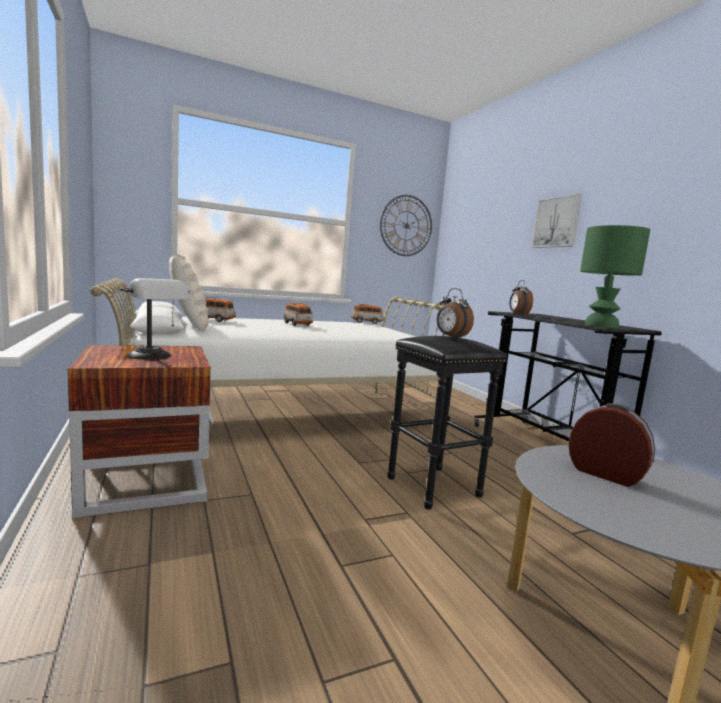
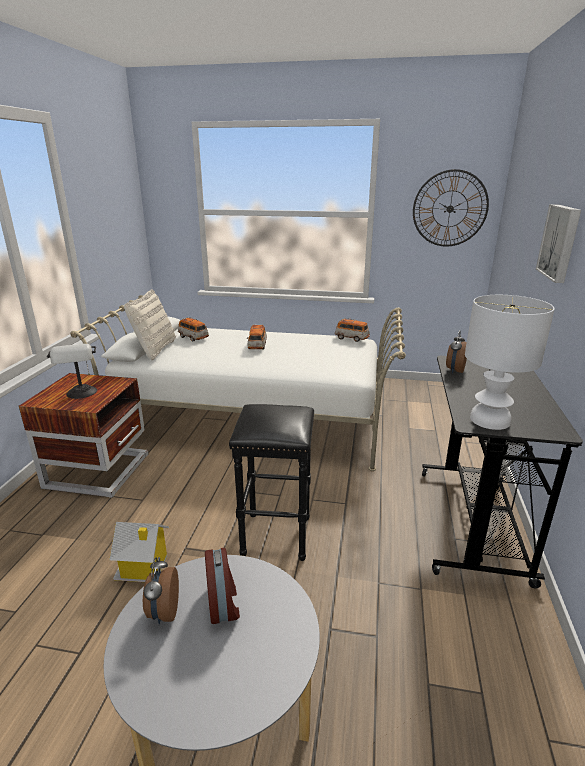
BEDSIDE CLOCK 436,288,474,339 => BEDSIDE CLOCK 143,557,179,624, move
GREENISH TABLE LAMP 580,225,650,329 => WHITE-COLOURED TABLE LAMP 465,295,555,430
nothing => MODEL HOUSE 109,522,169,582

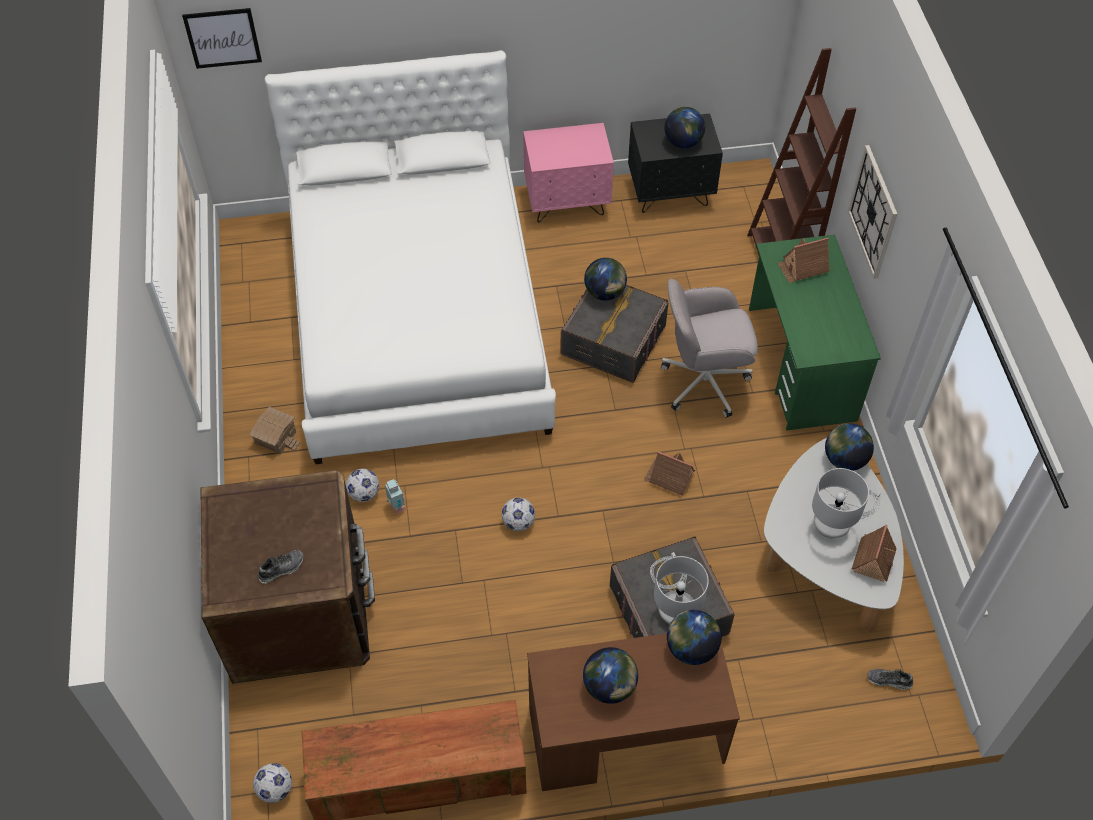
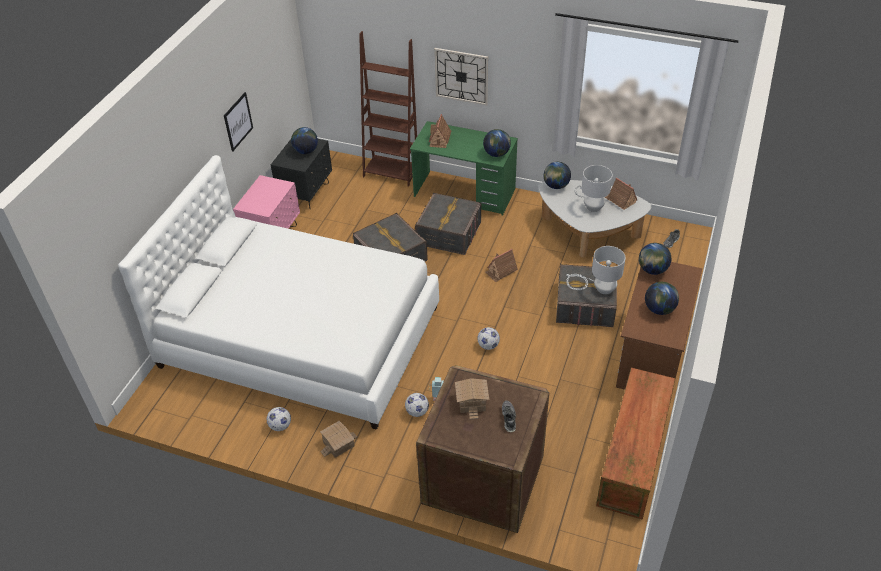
PICTURE 182,8,262,69 => PICTURE 224,92,253,152, move
FOOTBALL BALL 253,763,292,803 => FOOTBALL BALL 266,407,291,431, move
WORLD GLOBE 584,258,627,300 => WORLD GLOBE 483,129,511,157, move
GRAY OFFICE CHAIR 661,279,758,418 => GRAY STORAGE BIN 415,193,481,255
nothing => MODEL HOUSE 455,378,489,419

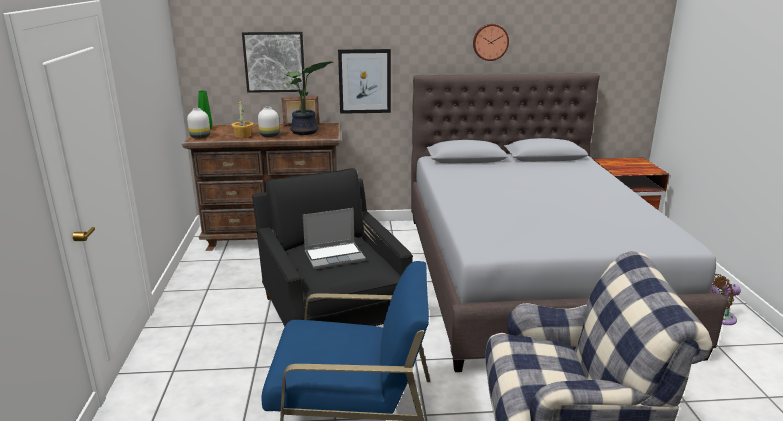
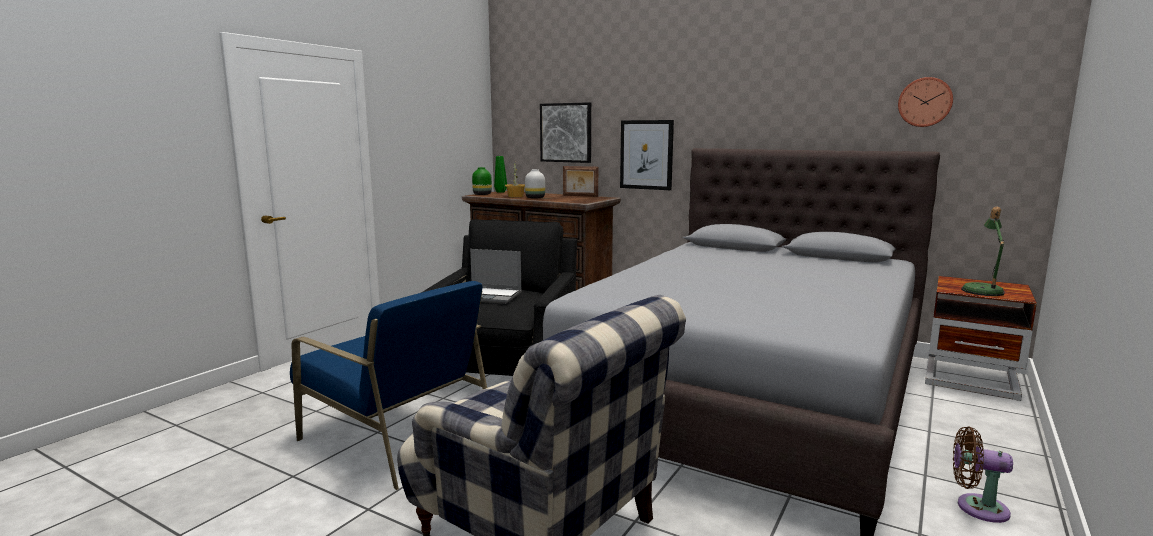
WHITE-COLOURED FLOWER VASE 187,108,210,139 => GREENISH FLOWER VASE 472,167,492,195
PLANT IN A POT 284,61,333,135 => nothing
CLOCK ON THE WALL 473,24,509,61 => CLOCK ON THE WALL 898,77,953,127, move
nothing => TABLE LAMP 961,207,1005,296

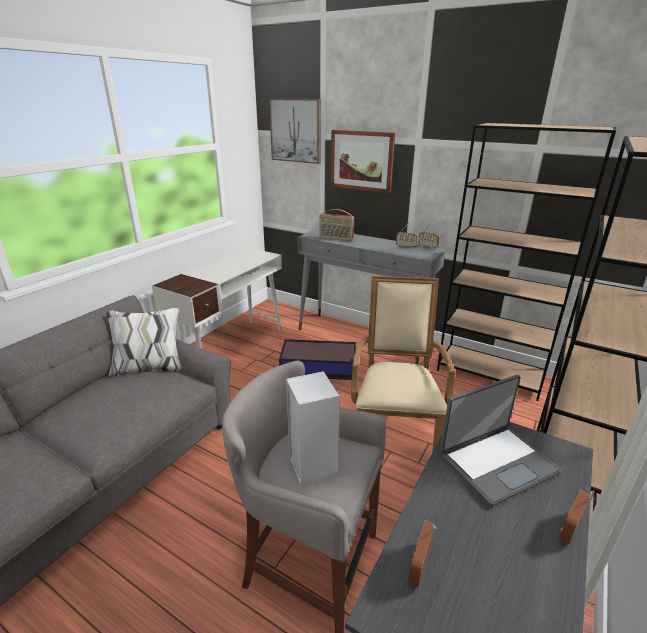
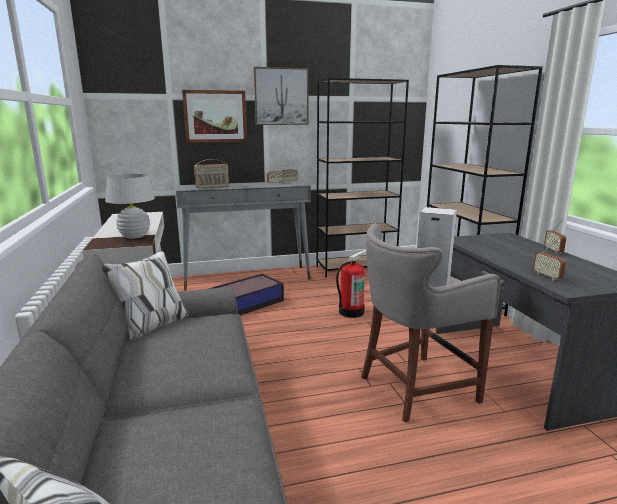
PICTURE 269,99,321,164 => PICTURE 254,67,308,125, move
BEIGE ARMCHAIR 351,276,455,452 => FIRE EXTINGUISHER 336,250,367,318
PORTABLE COMPUTER 440,375,561,507 => nothing
nothing => WHITE-COLOURED TABLE LAMP 105,174,155,239

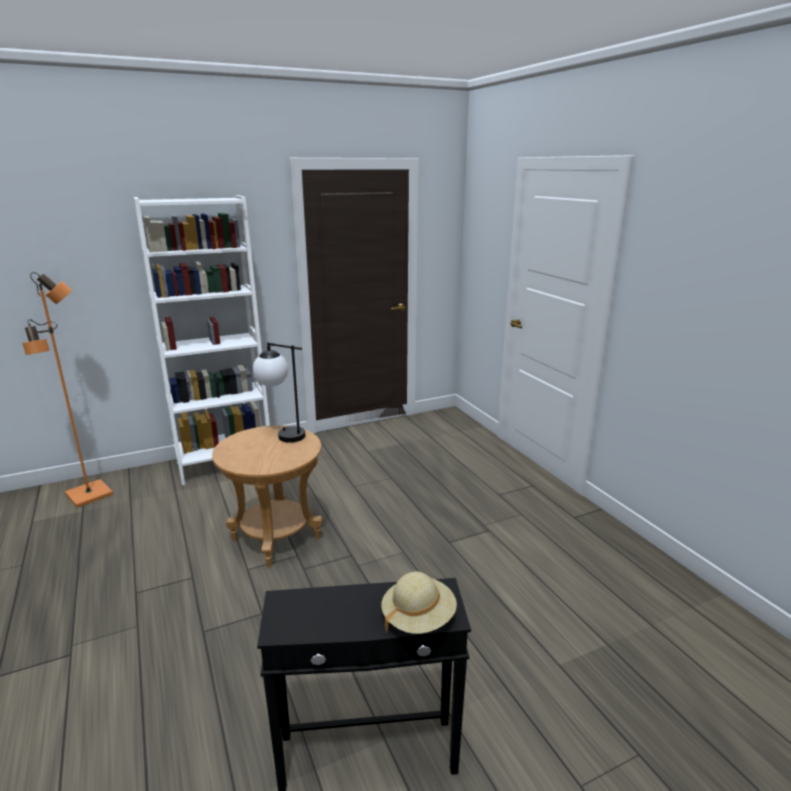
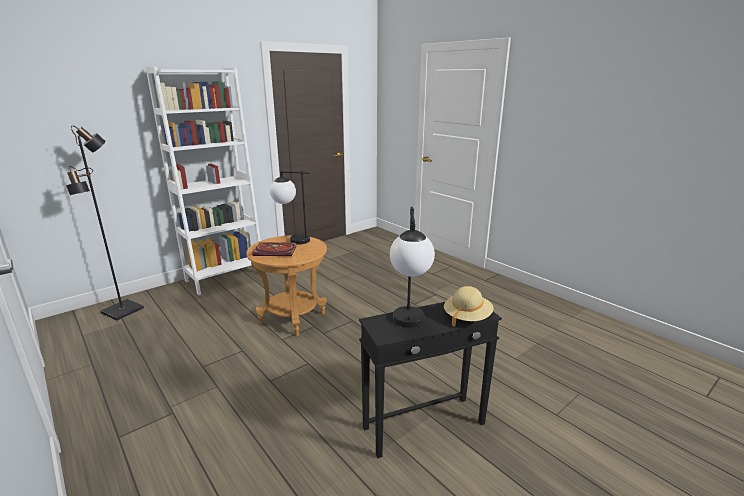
ORANGE-COLOURED FLOOR LAMP 22,272,113,508 => BLACK FLOOR LAMP 66,126,144,321
nothing => BOUND BOOK 252,242,297,256
nothing => TABLE LAMP 390,207,435,328

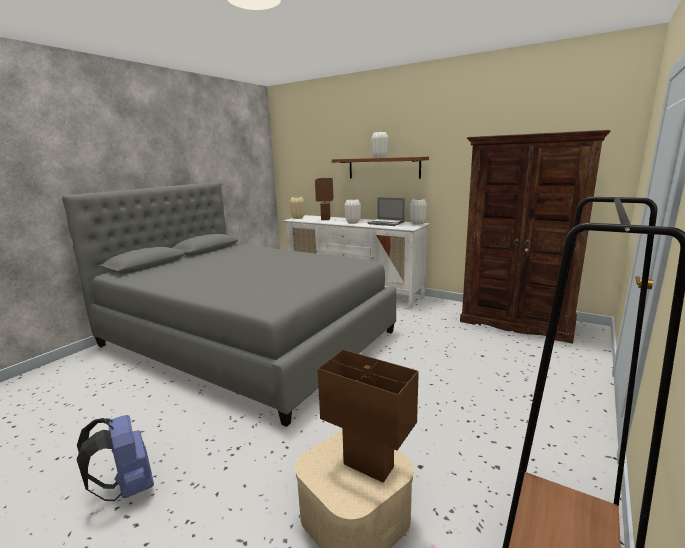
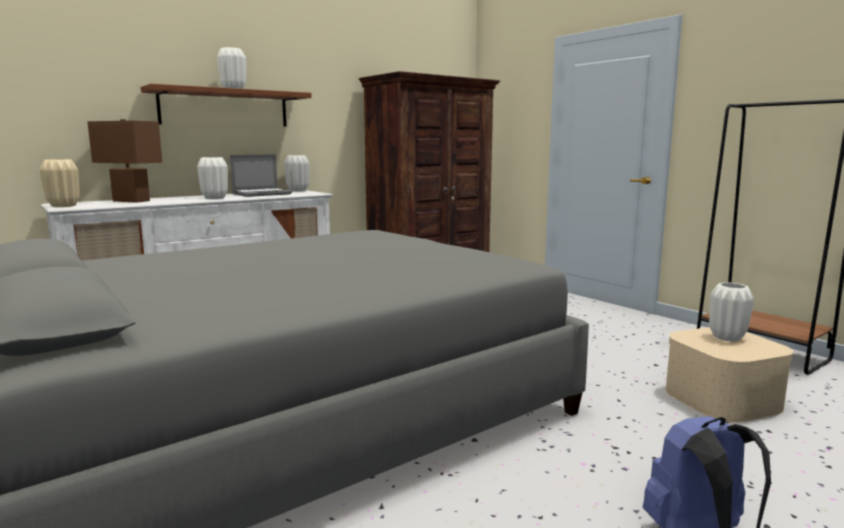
BROWN TABLE LAMP 317,349,419,482 => WHITE-COLOURED FLOWER VASE 709,282,754,342

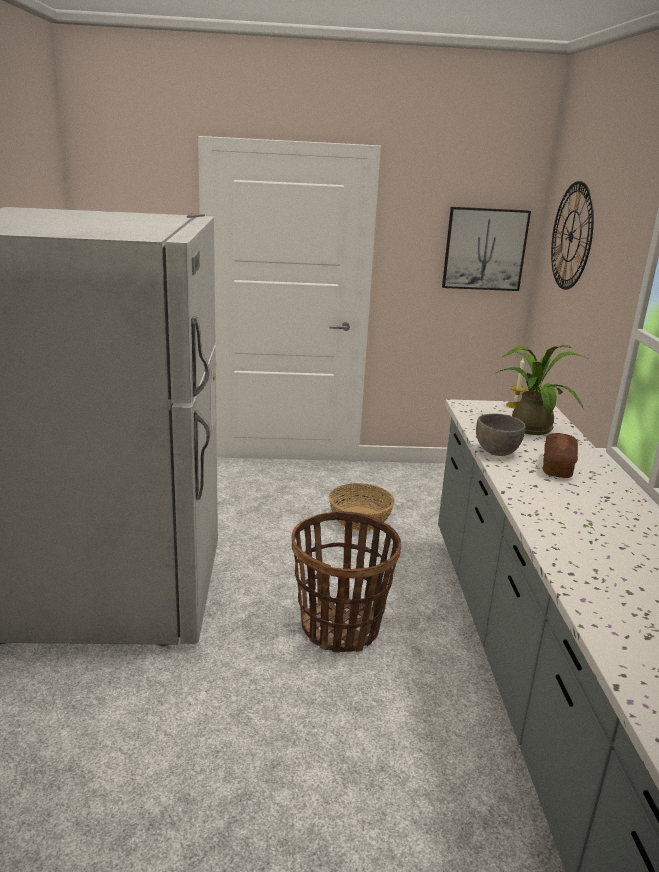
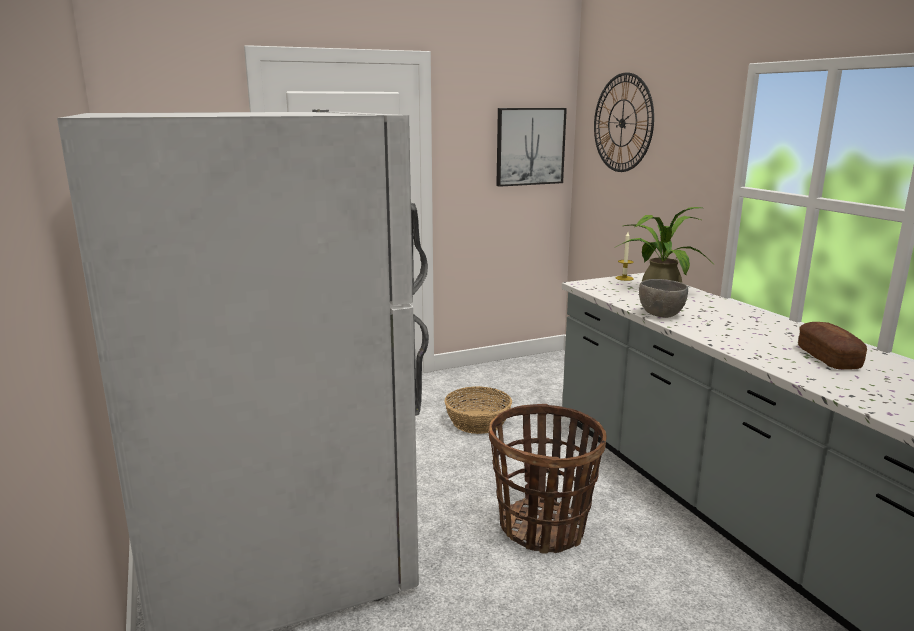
BREAD 543,433,578,478 => BREAD 798,322,867,370, move

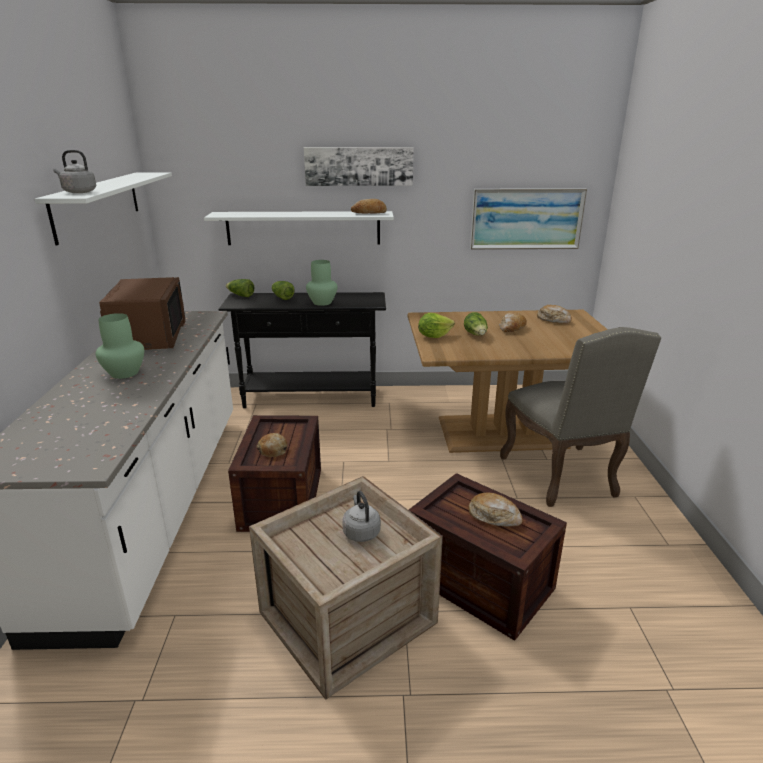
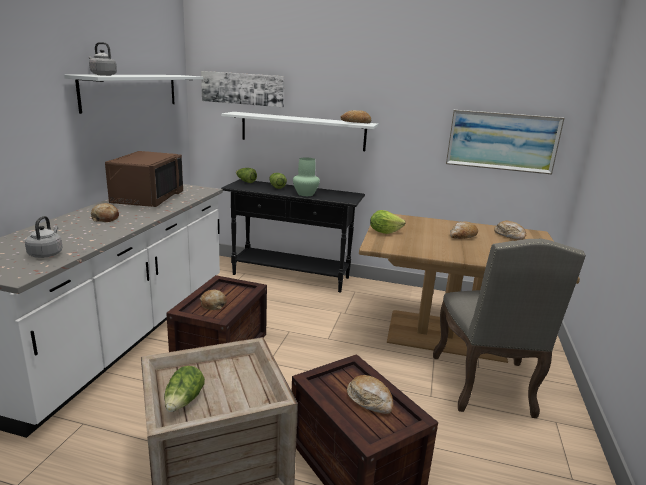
GREENISH FLOWER VASE 96,313,144,379 => BREAD 91,203,119,222
PICTURE 304,147,414,186 => PICTURE 201,71,284,107, move
GRAY KETTLE 342,491,381,542 => GRAY KETTLE 25,216,63,258, move
HEAD OF LETTUCE 464,312,488,335 => HEAD OF LETTUCE 164,366,205,412, move

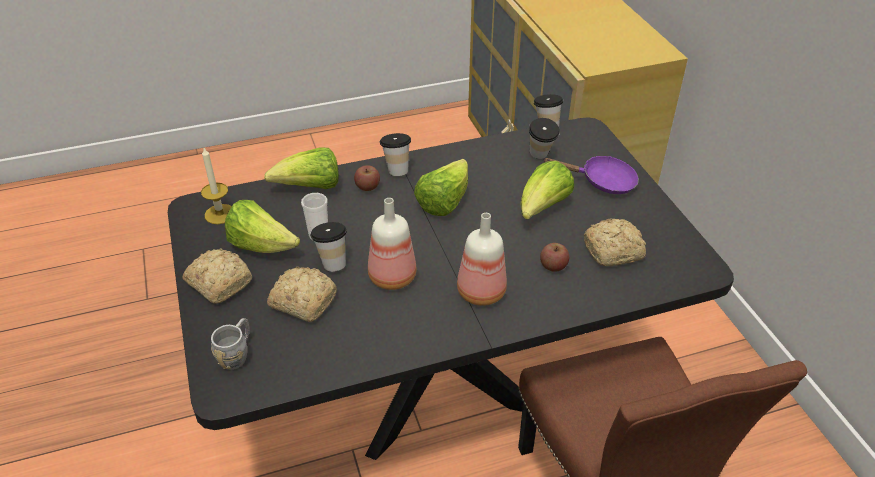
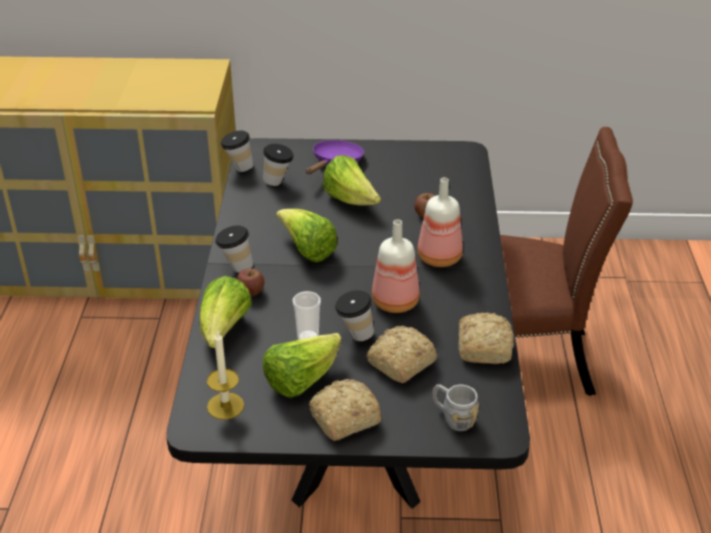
BREAD 584,219,646,266 => BREAD 458,312,514,364, move

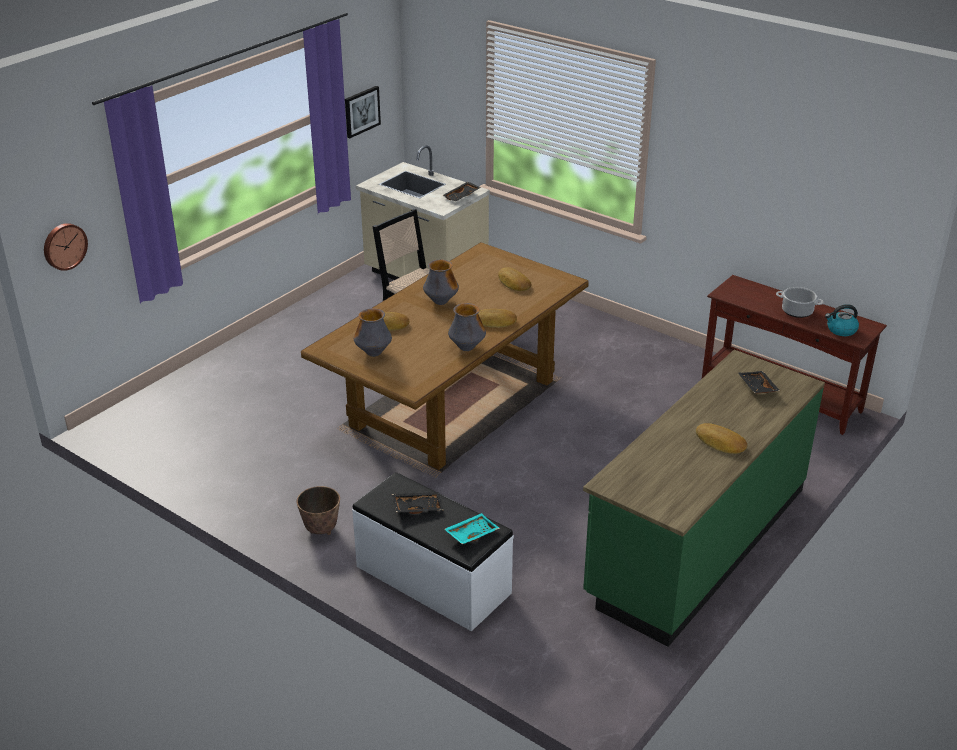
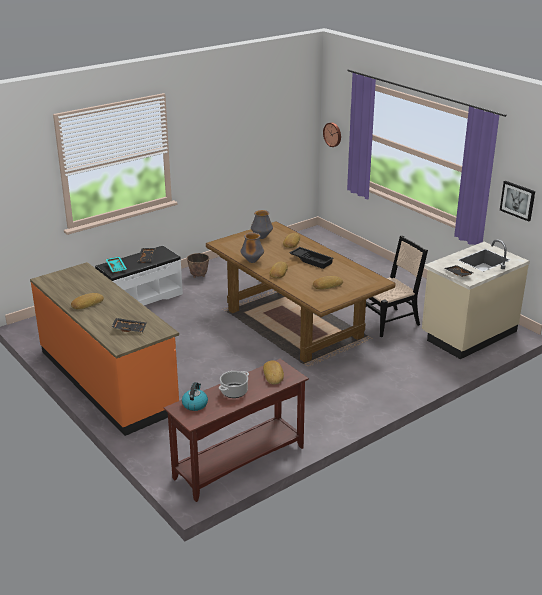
FLOWER VASE 423,259,459,305 => BLACK SERVING TRAY 289,247,334,269
GREENISH KITCHEN BASE UNIT 583,350,825,647 => ORANGE-COLOURED KITCHEN BASE UNIT 30,262,179,436
nothing => BREAD 263,360,284,384

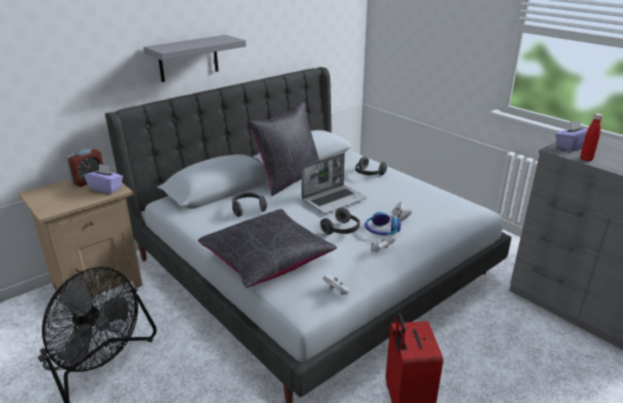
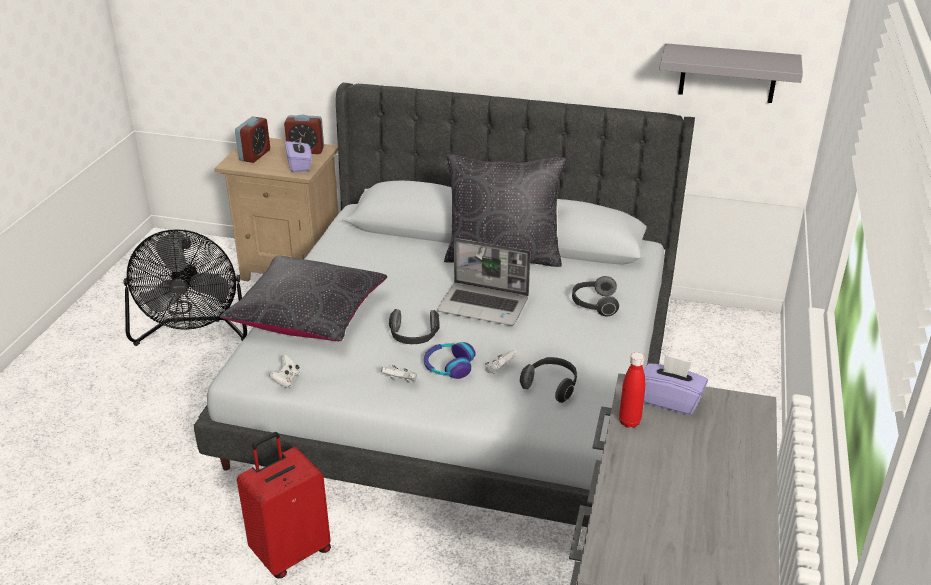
GRAY BRACKET SHELF 143,35,246,82 => GRAY BRACKET SHELF 659,43,803,103, move
HEADPHONES 232,193,267,217 => HEADPHONES 520,357,577,403, move
nothing => BEDSIDE CLOCK 235,116,270,163

